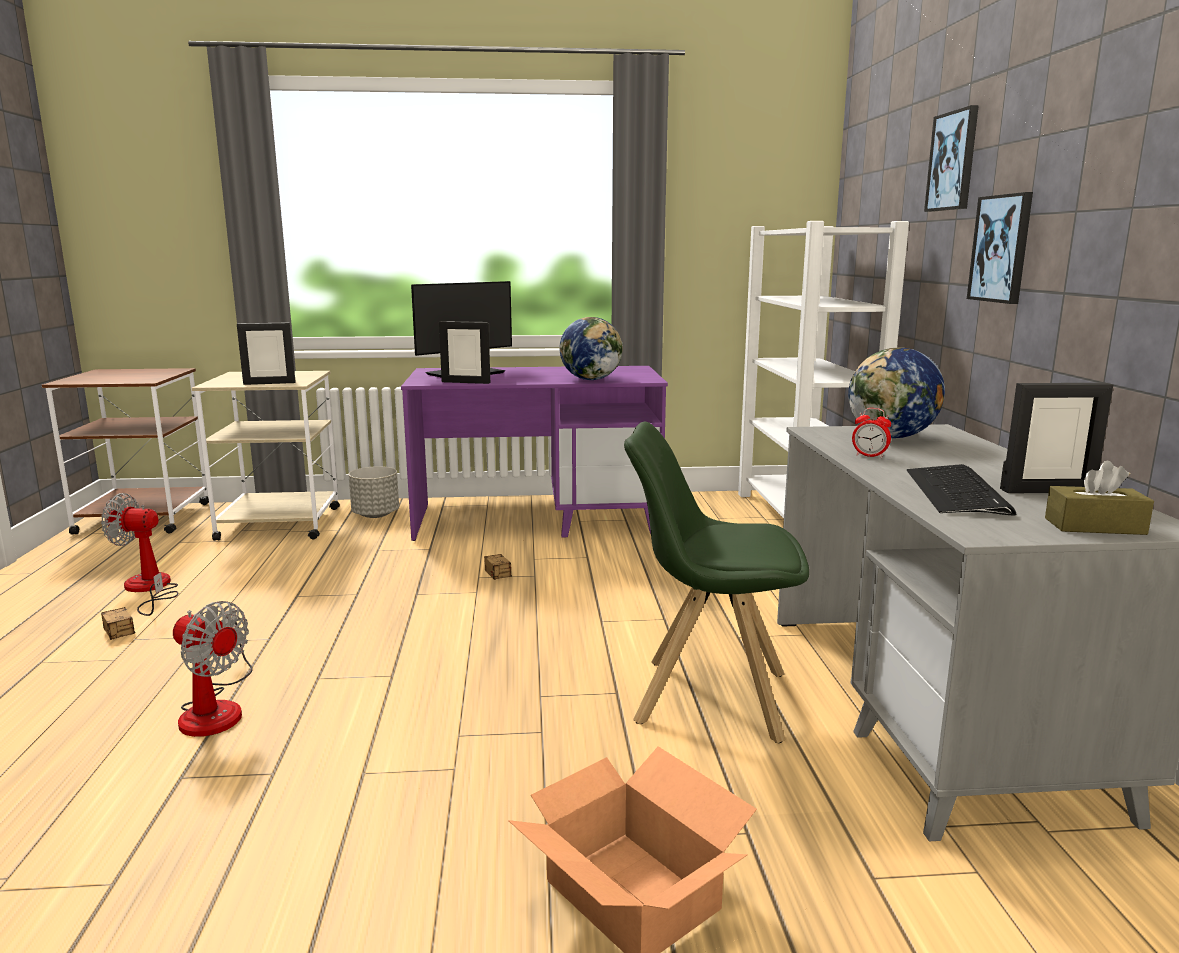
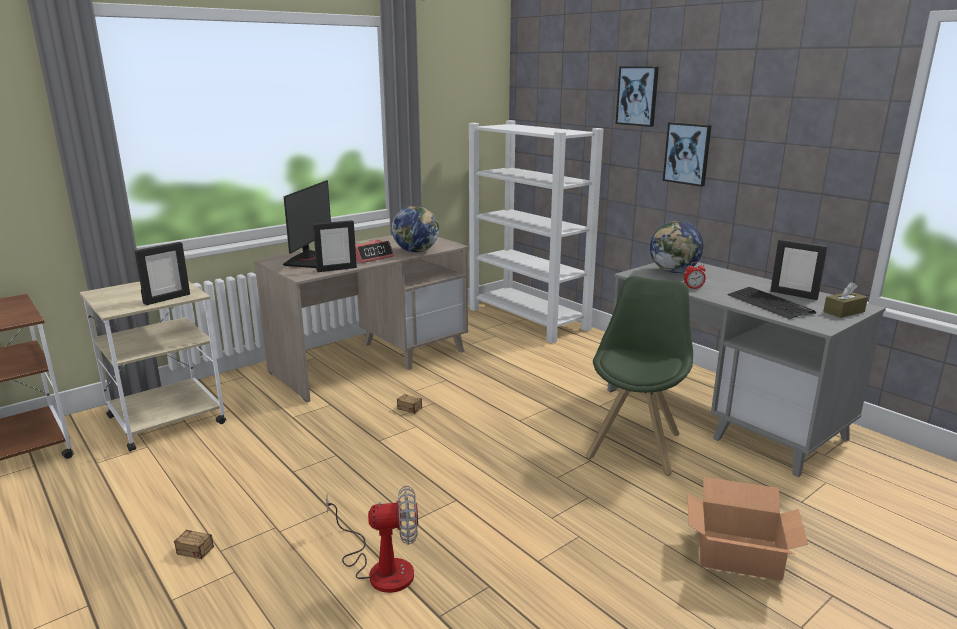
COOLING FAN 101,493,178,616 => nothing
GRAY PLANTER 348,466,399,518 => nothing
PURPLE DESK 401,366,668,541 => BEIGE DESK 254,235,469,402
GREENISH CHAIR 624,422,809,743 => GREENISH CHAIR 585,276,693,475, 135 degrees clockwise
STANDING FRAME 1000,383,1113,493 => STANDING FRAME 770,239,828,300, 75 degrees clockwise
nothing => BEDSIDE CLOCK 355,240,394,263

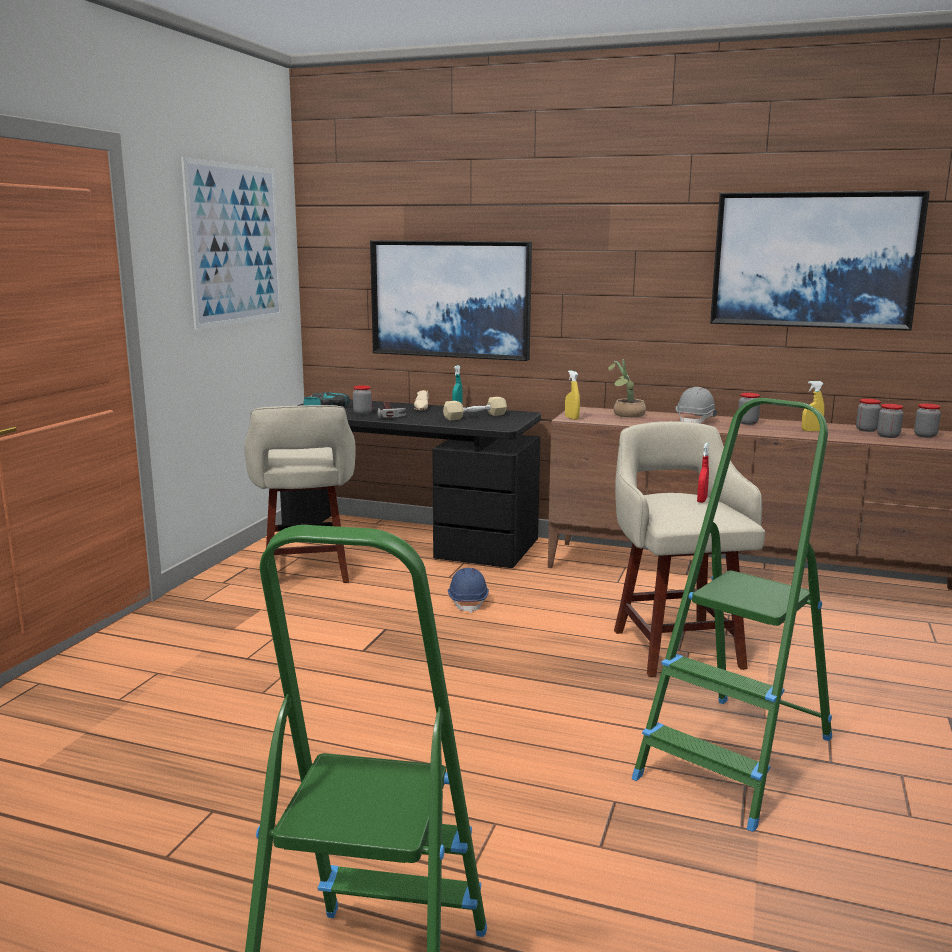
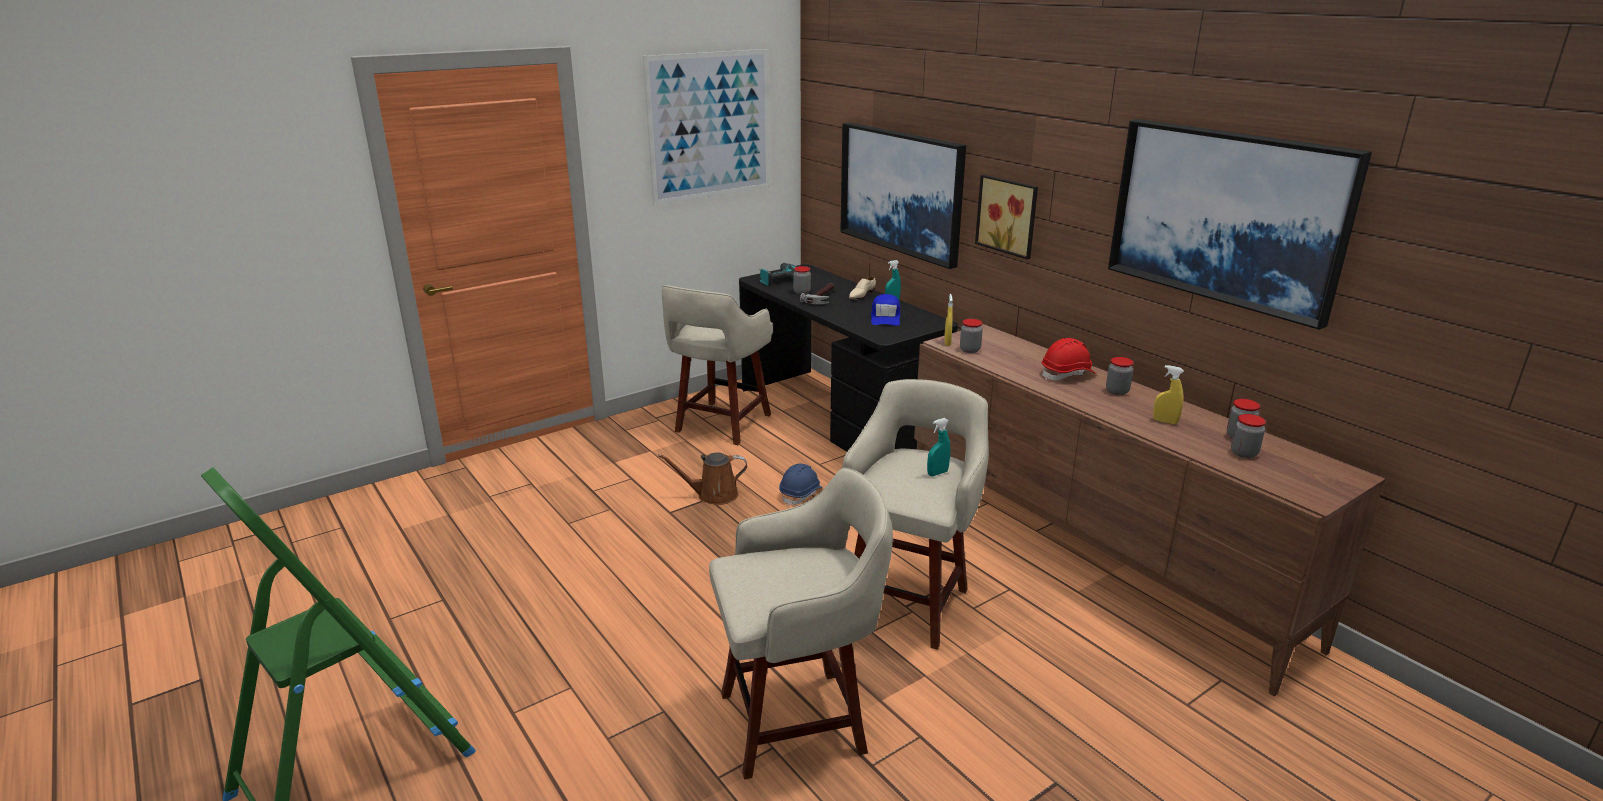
BEIGE FREE WEIGHT 443,397,507,421 => BLUE-COLOURED CAP 871,294,900,326
PLANT IN A POT 608,359,646,418 => nothing
GREENISH STEP LADDER 632,398,832,832 => BEIGE SITTING STOOL 709,468,893,779
GRAY WORK HELMET 676,387,717,423 => REDDISH WORK HELMET 1042,338,1096,380
REDDISH SPRAYER 697,443,709,503 => TURQUOISE SPRAYER 927,418,950,476
STORAGE JAR 914,404,941,438 => STORAGE JAR 960,319,983,353, move
nothing => BROWN WATERING CAN 658,452,747,505
nothing => PICTURE 975,175,1038,259

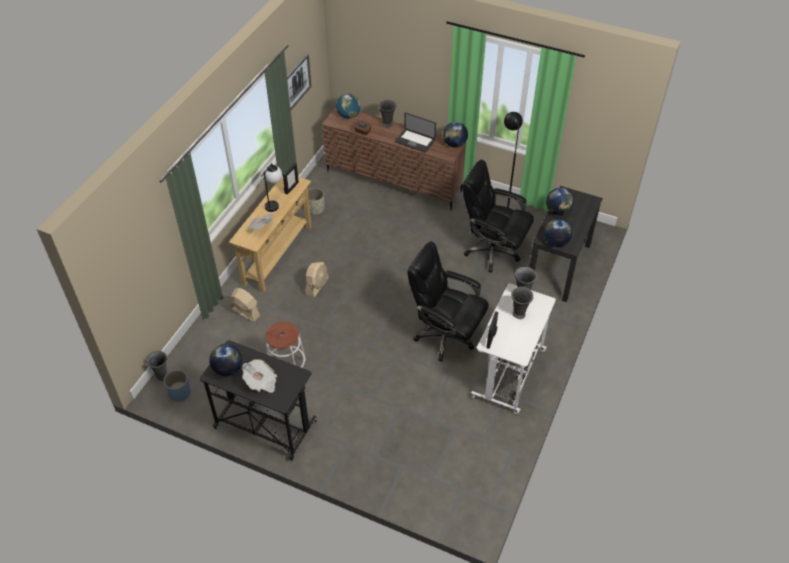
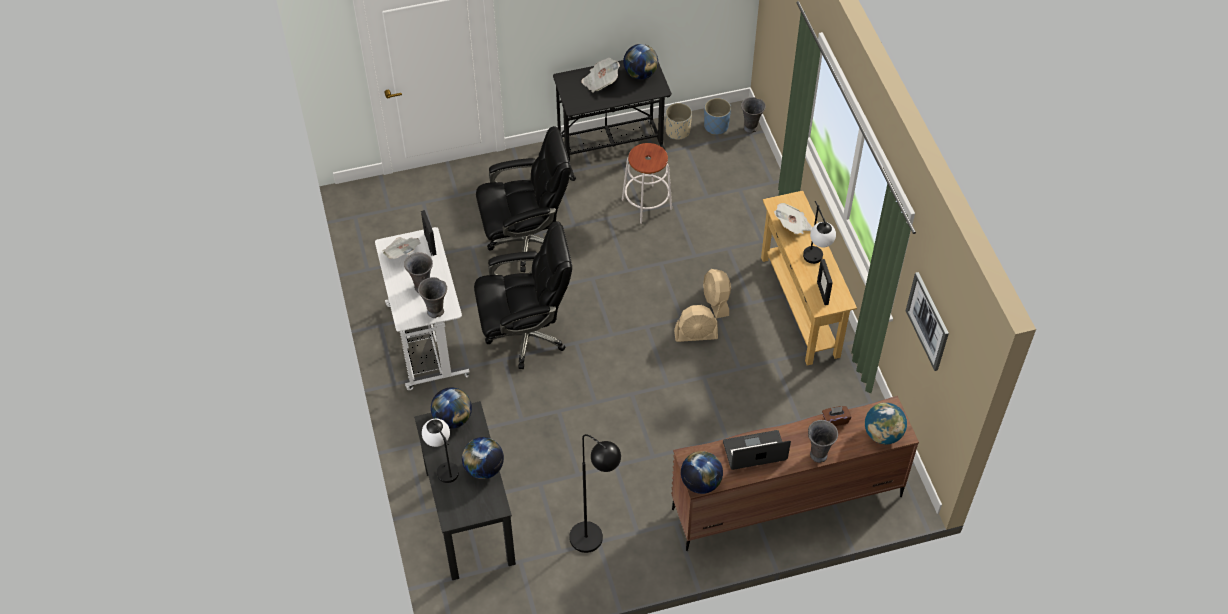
BEIGE COOLING FAN 230,288,261,322 => BEIGE COOLING FAN 674,305,718,342, move
BEIGE PLANTER 308,188,325,215 => BEIGE PLANTER 665,103,692,140, move
BLACK OFFICE CHAIR 463,160,534,272 => BLACK OFFICE CHAIR 476,126,571,272, move
nothing => NEWSPAPER 382,237,421,259
nothing => TABLE LAMP 422,419,459,483

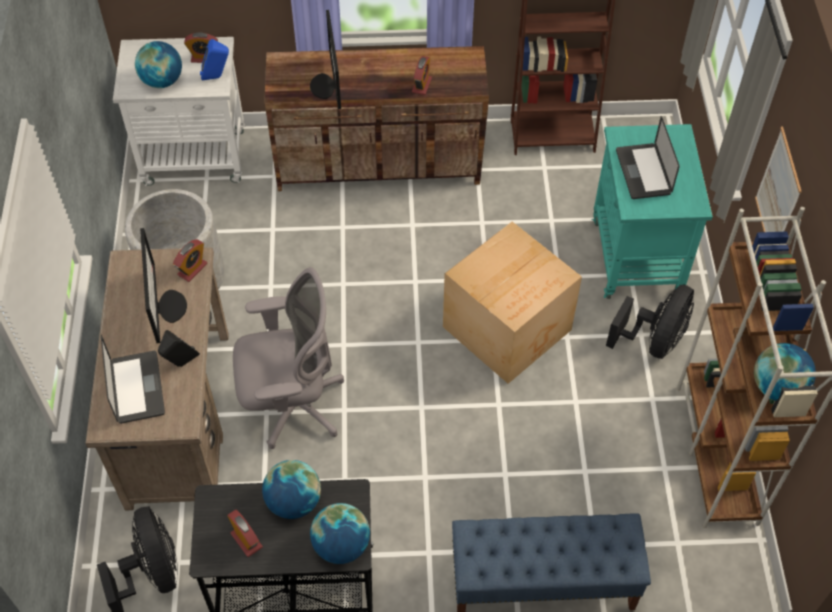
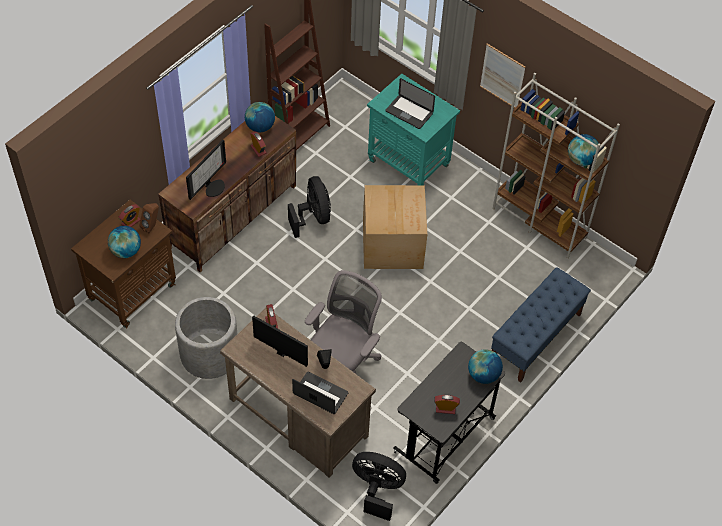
WHITE-COLOURED TROLLEY 113,37,245,186 => BROWN TROLLEY 71,200,176,328
BLUE-COLOURED SPEAKER 200,39,229,81 => BROWN SPEAKER 139,203,159,234
WORLD GLOBE 262,460,321,519 => WORLD GLOBE 245,102,275,132, move
COMPUTER DISPLAY 310,10,341,109 => COMPUTER DISPLAY 186,139,226,200, 90 degrees counterclockwise
BLACK COOLING FAN 606,285,694,359 => BLACK COOLING FAN 288,176,331,238, move

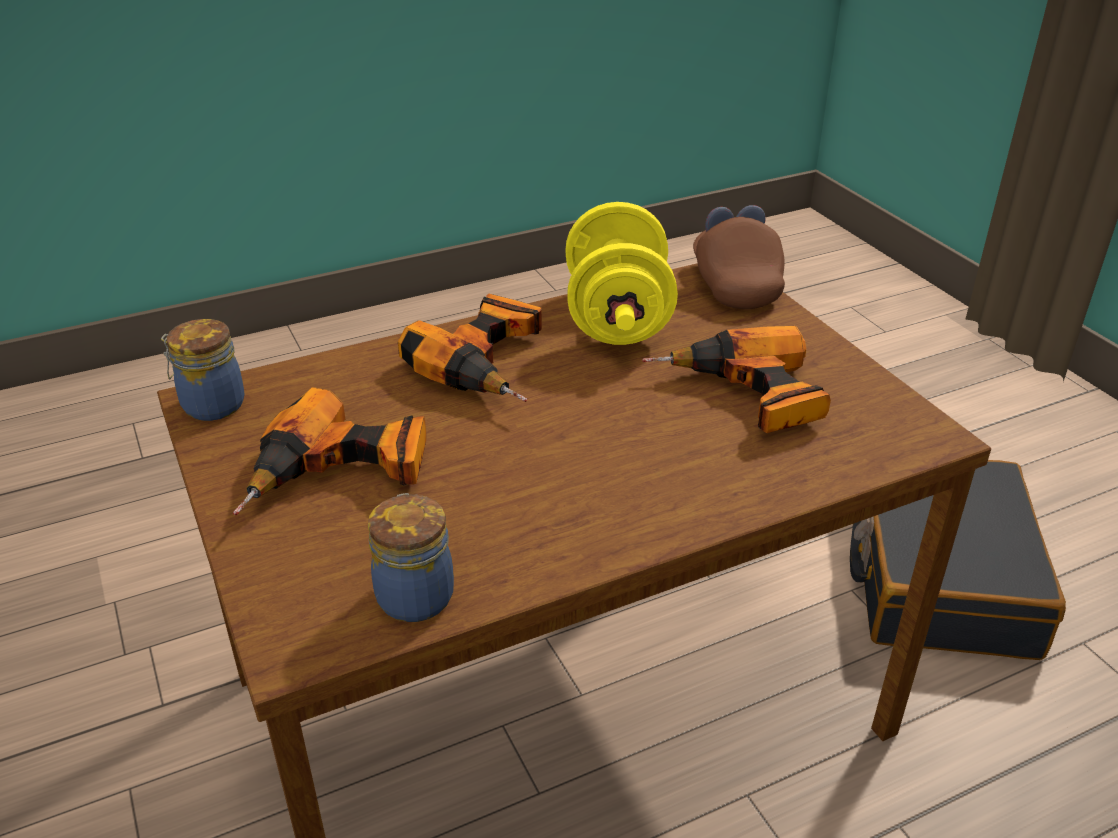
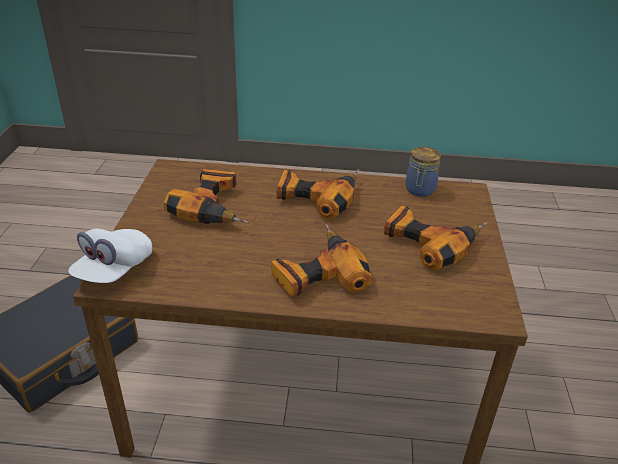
STORAGE JAR 161,319,245,421 => nothing
YELLOW-COLOURED FREE WEIGHT 565,202,678,345 => nothing
BROWN CAP 693,205,785,309 => WHITE-COLOURED CAP 68,229,152,283
nothing => POWER DRILL 277,169,360,220

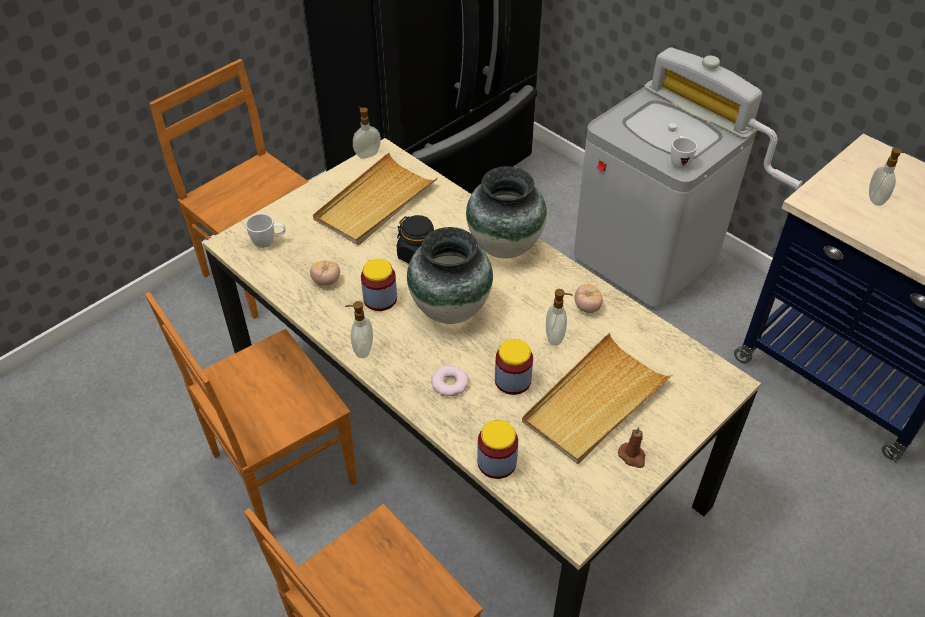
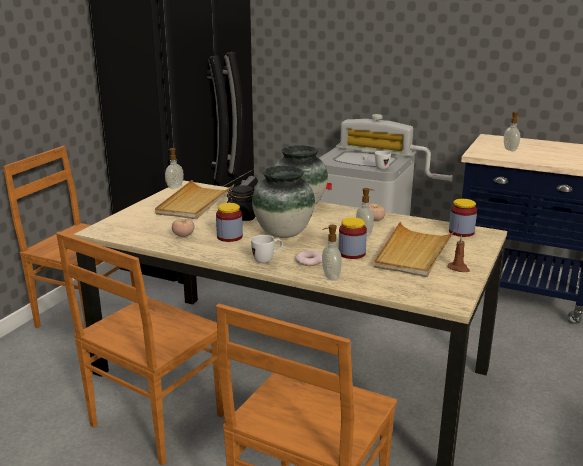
WHITE-COLOURED COFFEE MUG 246,214,286,248 => WHITE-COLOURED COFFEE MUG 251,235,283,263, move
SOAP BOTTLE 345,301,373,358 => SOAP BOTTLE 322,225,342,281, move
STORAGE JAR 477,420,518,479 => STORAGE JAR 449,199,477,237, move

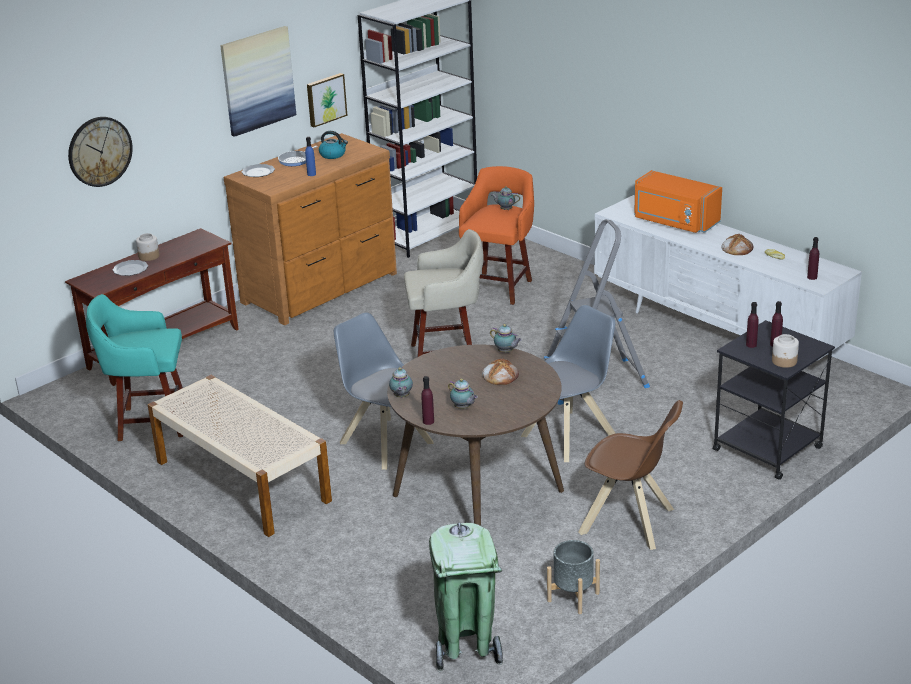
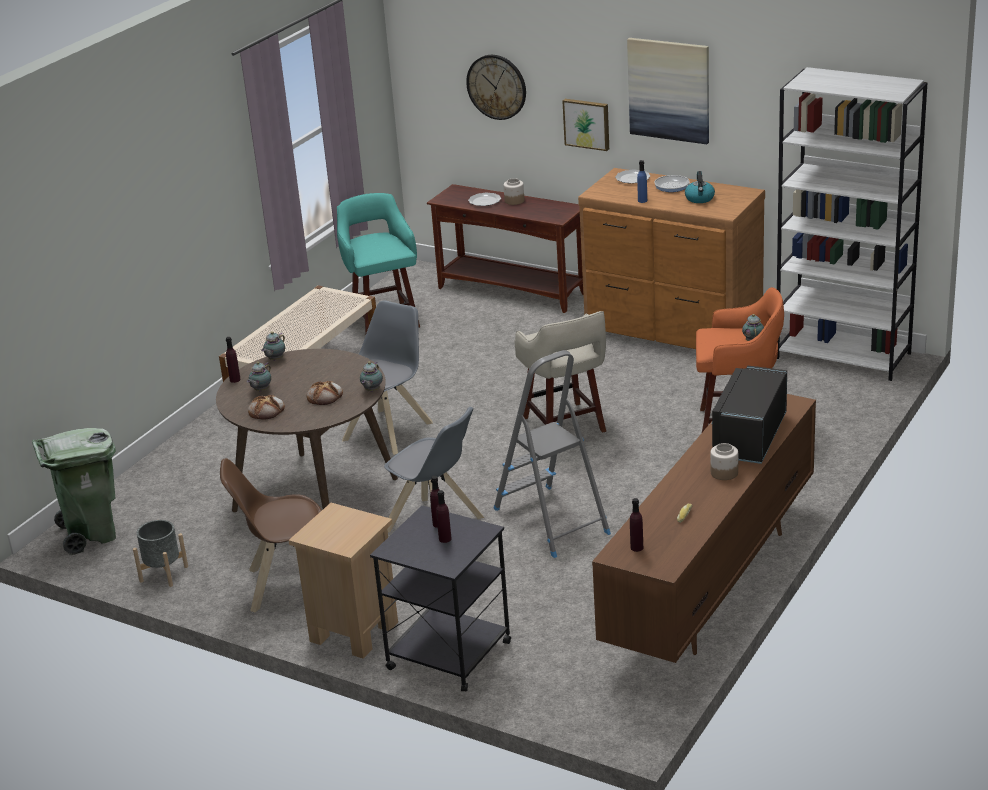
PICTURE 307,73,347,127 => PICTURE 562,99,609,151, move
TEAPOT 389,367,413,398 => TEAPOT 261,332,285,361, 45 degrees counterclockwise
BROWN CHAIR 578,400,683,550 => BROWN CHAIR 220,458,322,612, 75 degrees clockwise
WHITE-COLOURED CABINET 594,195,862,361 => BROWN CABINET 592,394,816,663
ORANGE-COLOURED MICROWAVE OVEN 634,170,722,233 => BLACK MICROWAVE OVEN 712,366,787,464
BREAD 721,234,754,255 => BREAD 248,395,285,420, move
STORAGE JAR 772,334,799,368 => STORAGE JAR 710,443,738,480, move
nothing => BEIGE BEDSIDE TABLE 289,503,398,658

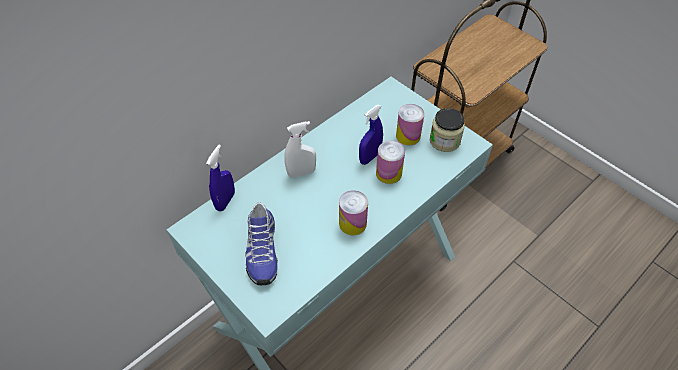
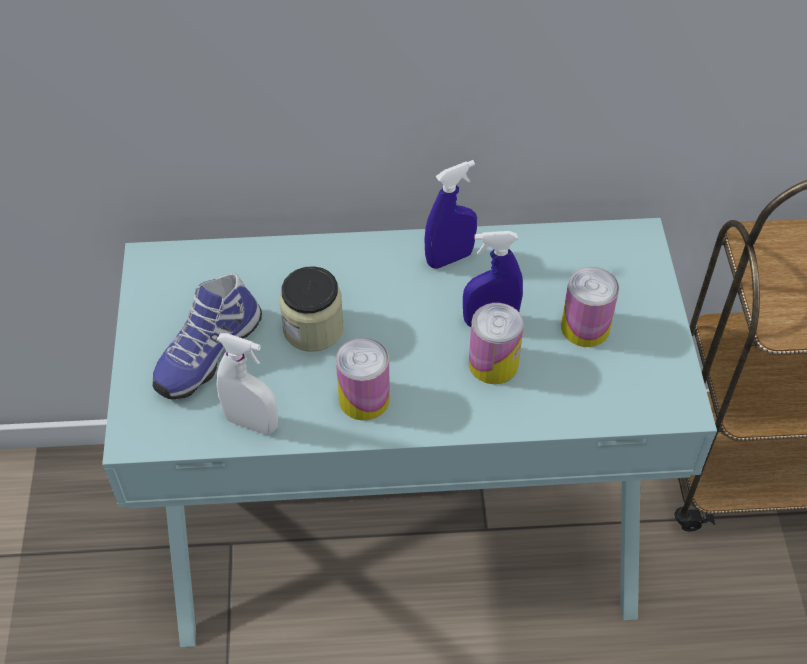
BLUE-COLOURED SPRAYER 206,145,235,211 => BLUE-COLOURED SPRAYER 424,160,477,269, move
WHITE-COLOURED SPRAYER 284,121,316,178 => WHITE-COLOURED SPRAYER 217,333,278,435, move
STORAGE JAR 430,108,465,152 => STORAGE JAR 279,266,344,352, move

